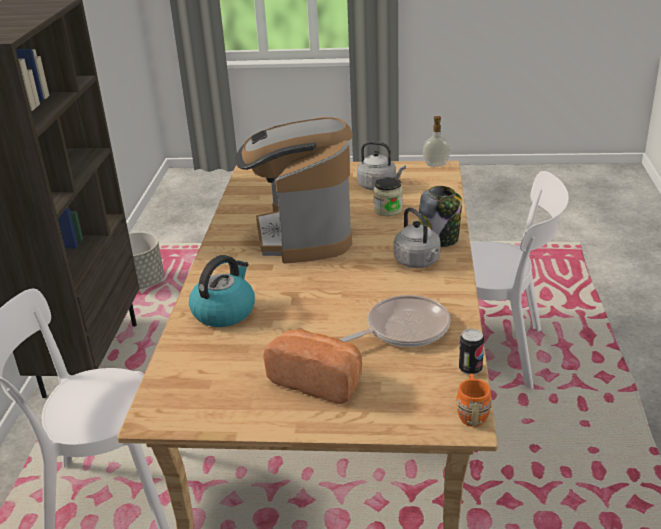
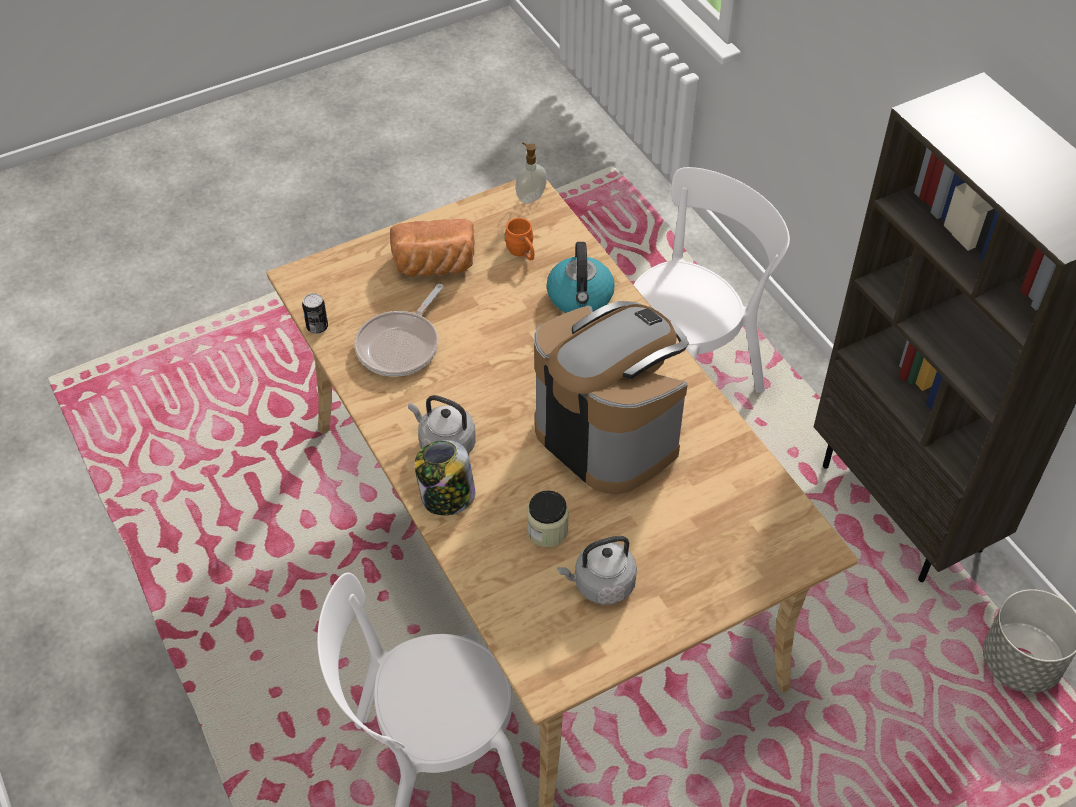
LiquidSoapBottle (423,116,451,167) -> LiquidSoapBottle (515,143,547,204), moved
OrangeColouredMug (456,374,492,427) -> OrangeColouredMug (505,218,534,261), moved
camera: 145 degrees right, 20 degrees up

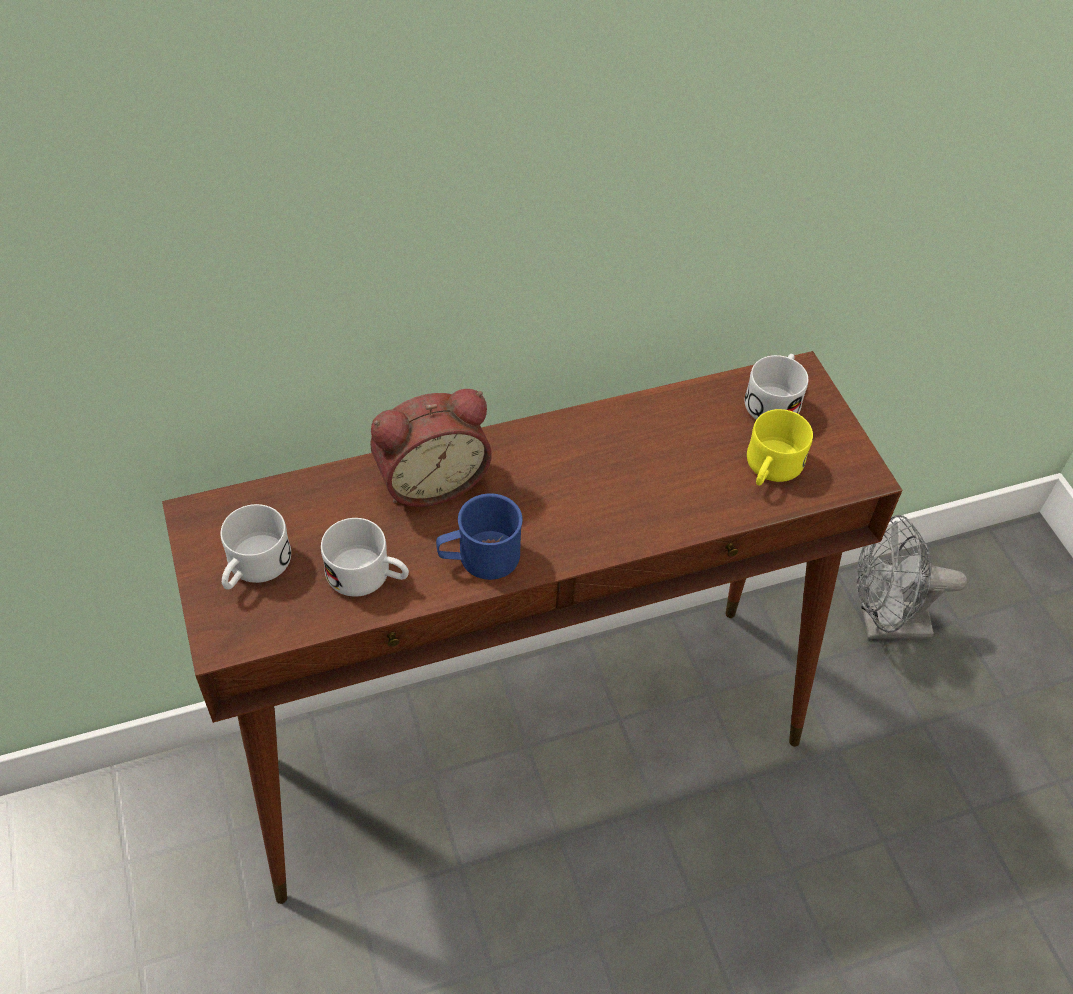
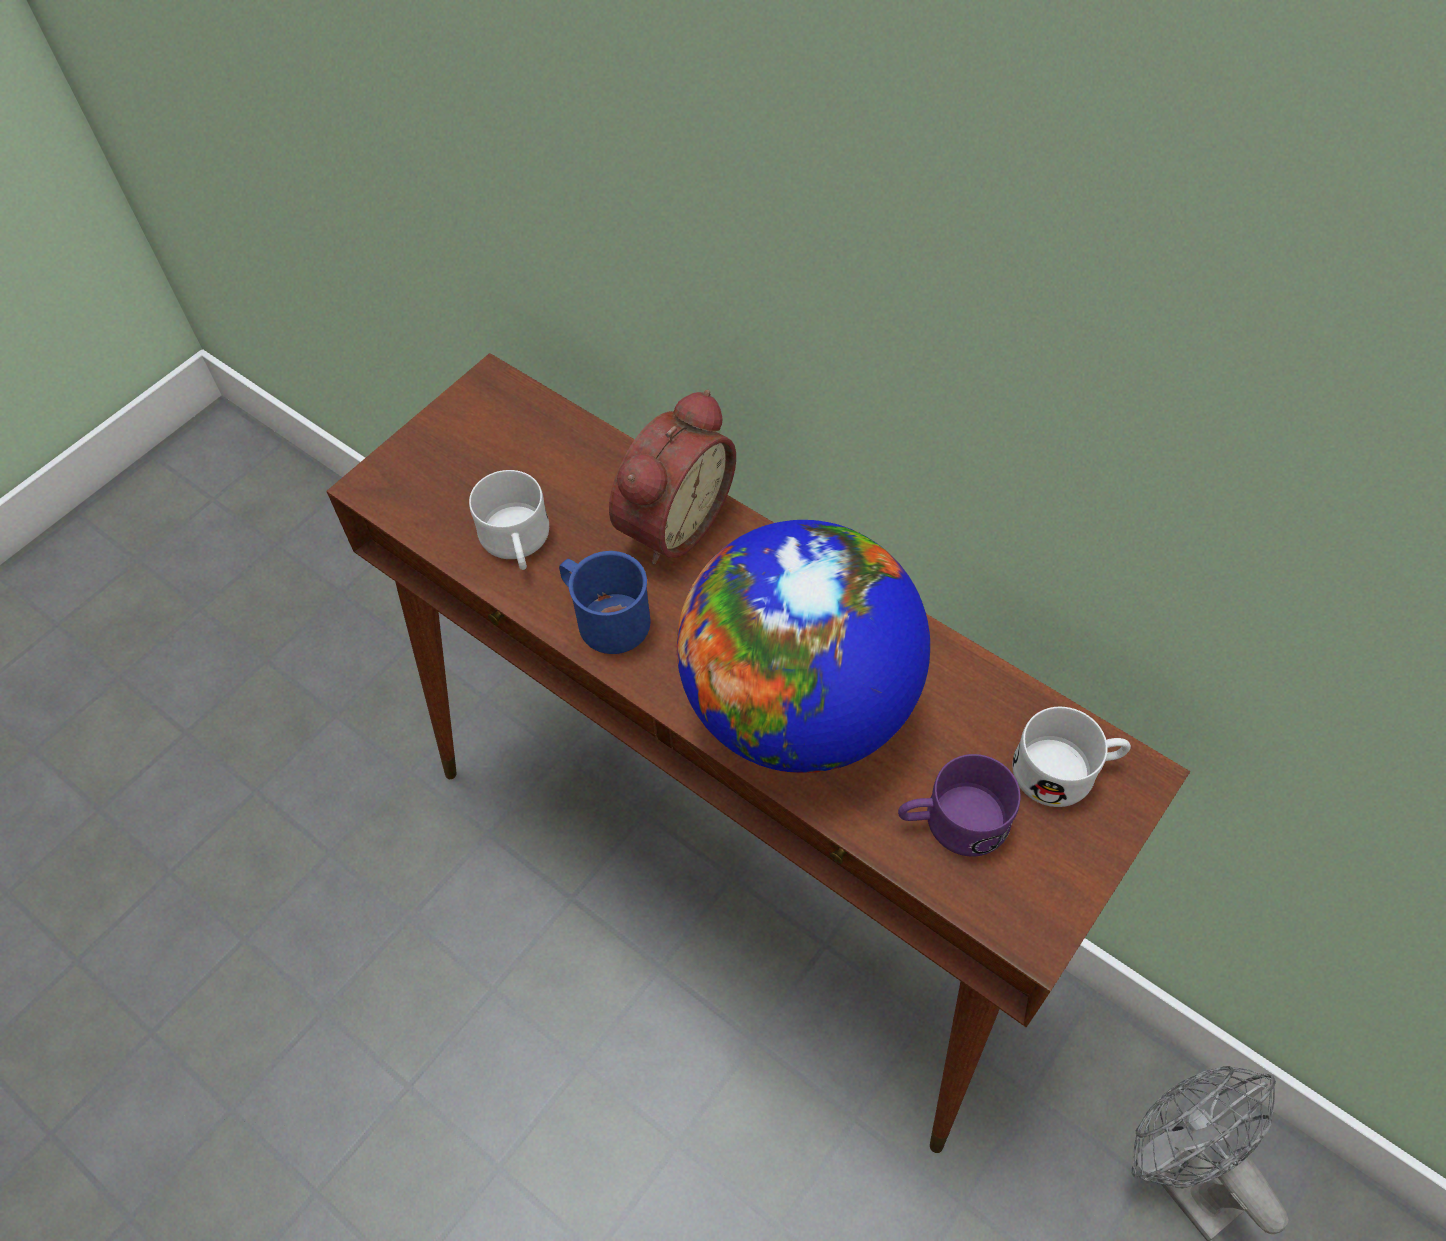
WhitishMug (221,504,291,590) -> none
none -> WorldGlobe (677,520,930,773)
YellowColouredMug (747,409,813,486) -> PurpleColouredMug (898,754,1020,857)
BedsideClock (370,389,492,507) -> BedsideClock (609,389,736,565), 90 degrees counterclockwise
camera: 60 degrees right, 5 degrees up

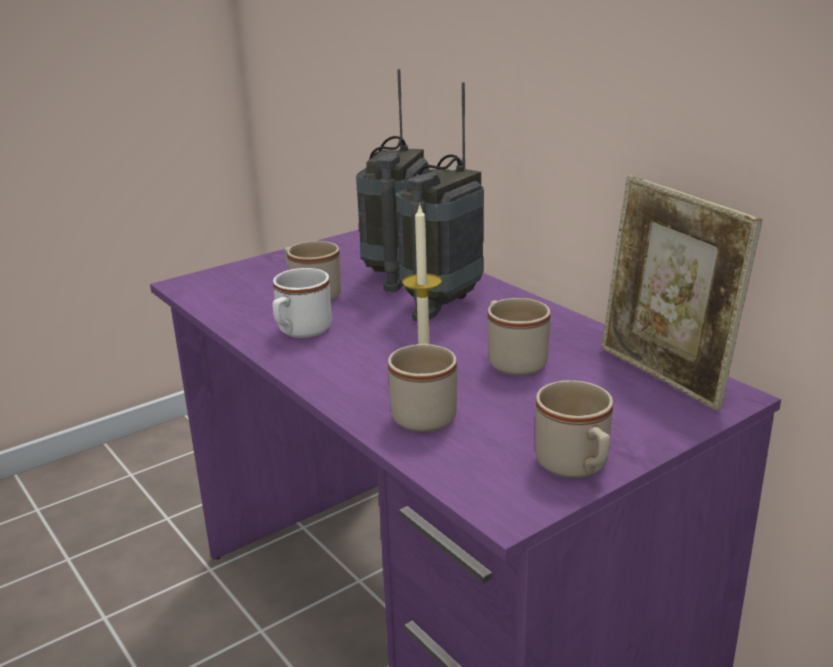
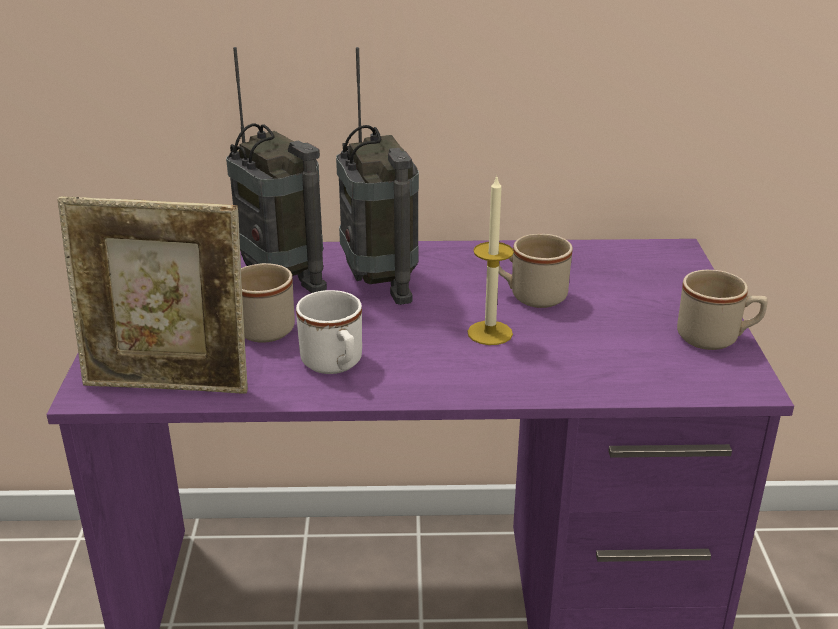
BeigeColouredMug (388,343,457,432) -> none
PhotoFrame (601,175,762,411) -> PhotoFrame (57,196,248,393), moved
camera: 55 degrees left, 5 degrees up

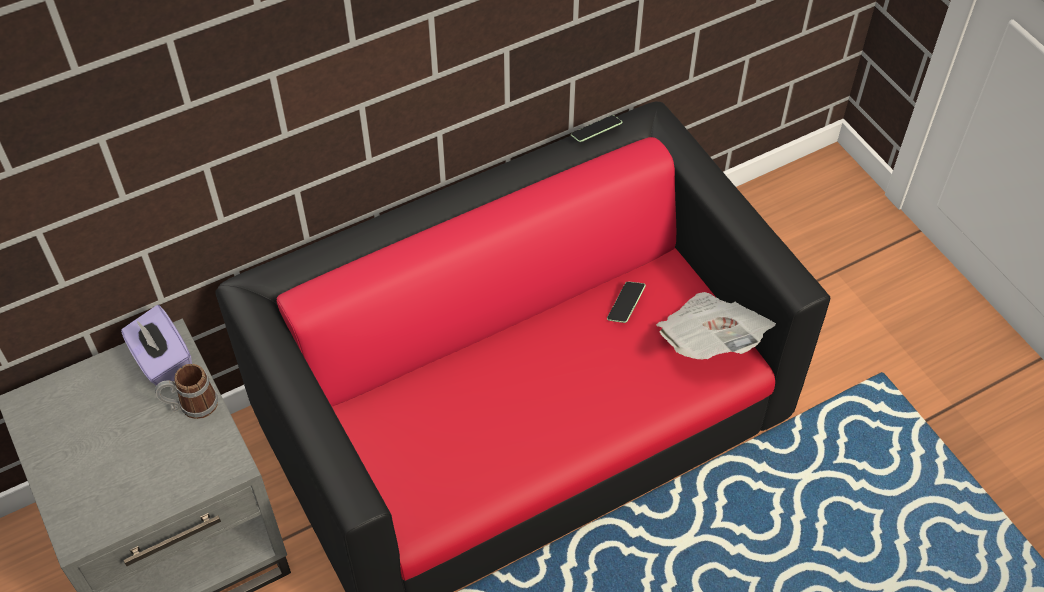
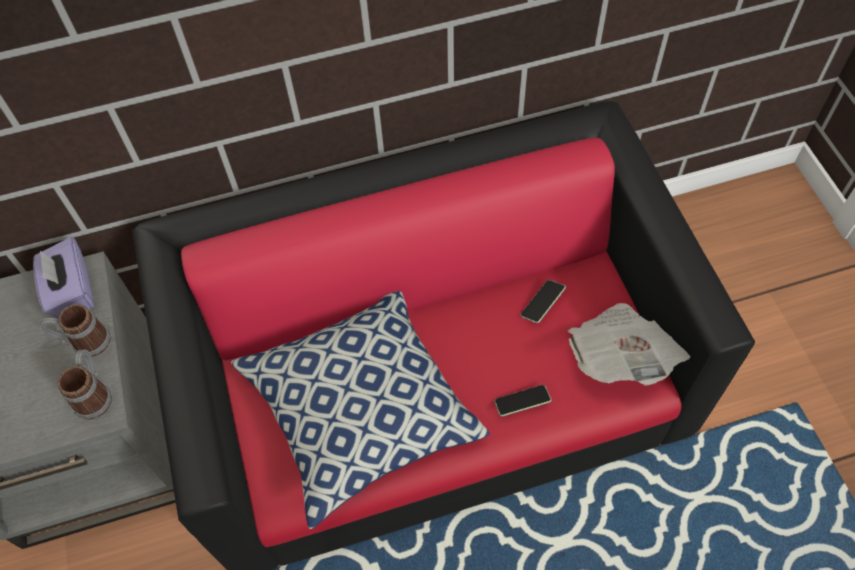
none -> Mug (58,350,112,420)
none -> ThrowPillow (231,291,490,529)
Handset (571,115,623,142) -> Handset (494,385,551,416), moved
camera: 15 degrees right, 5 degrees up

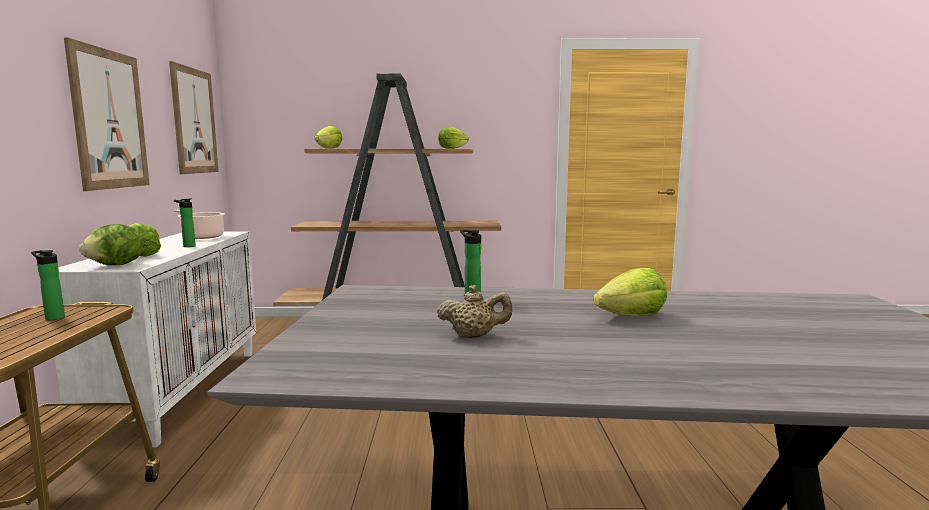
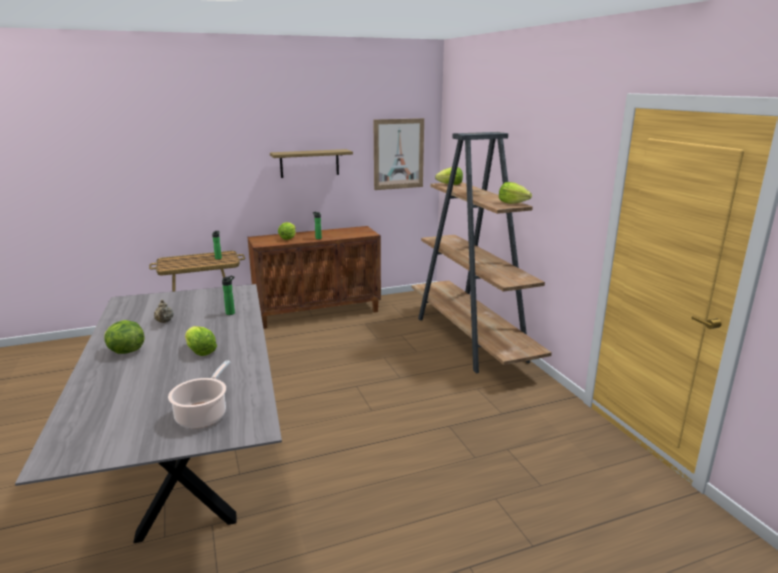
Lettuce (79,224,143,265) -> Lettuce (104,320,145,354), moved
CookingPot (173,210,224,239) -> CookingPot (168,360,230,428), moved
WallPicture (64,37,150,191) -> Shelf (270,149,353,178)
WhitishCupboard (54,232,256,448) -> BrownColouredCupboard (248,226,381,329)
camera: 70 degrees right, 10 degrees up

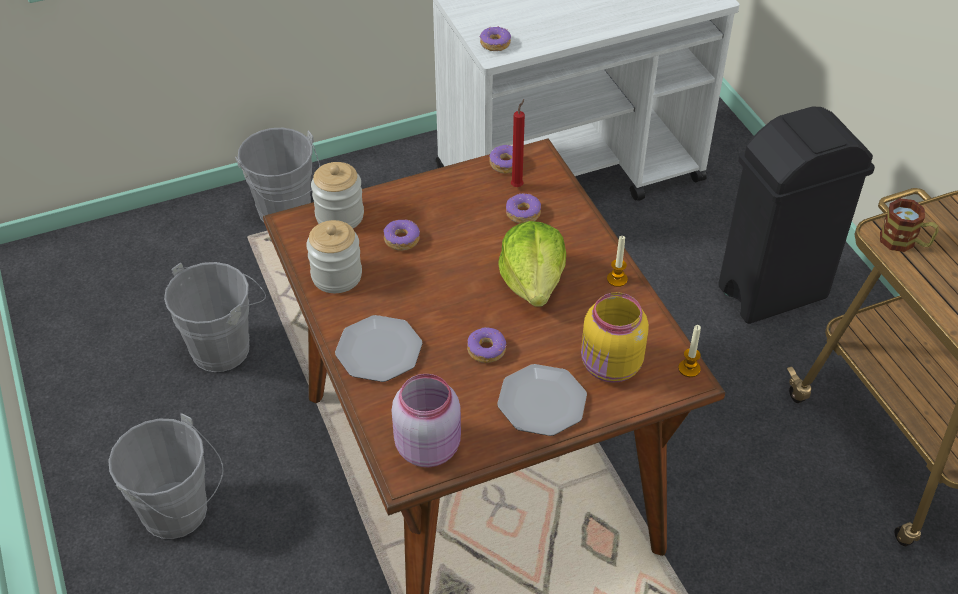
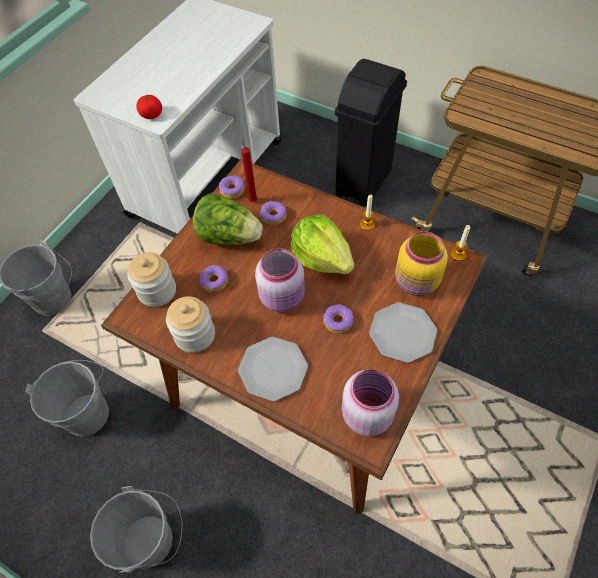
Mug (880,198,939,252) -> none
none -> Lettuce (193,193,263,245)
none -> PinkColouredStorageJar (255,248,305,312)
Doughnut (480,26,511,51) -> WholeTomato (136,95,162,119)
camera: 35 degrees left, 10 degrees up

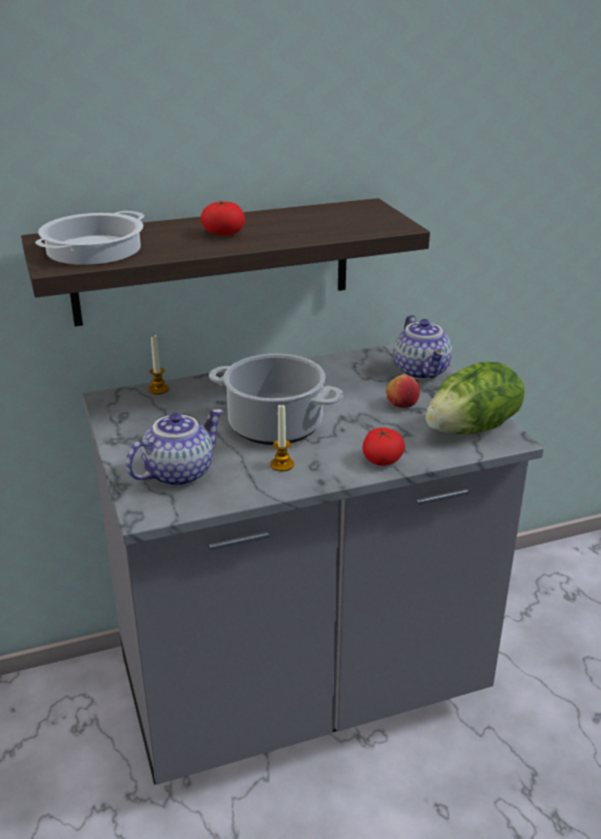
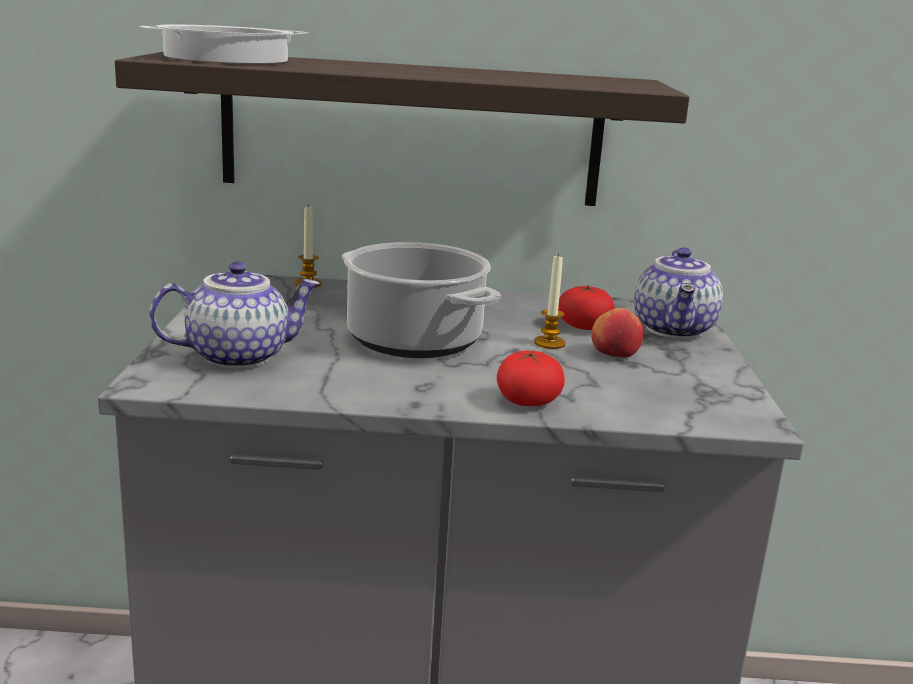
Lettuce (425,361,525,434) -> none
WholeTomato (201,201,245,236) -> WholeTomato (558,285,615,330), moved
WaxCandle (270,403,294,471) -> WaxCandle (534,253,566,349), moved
camera: 20 degrees right, 10 degrees down

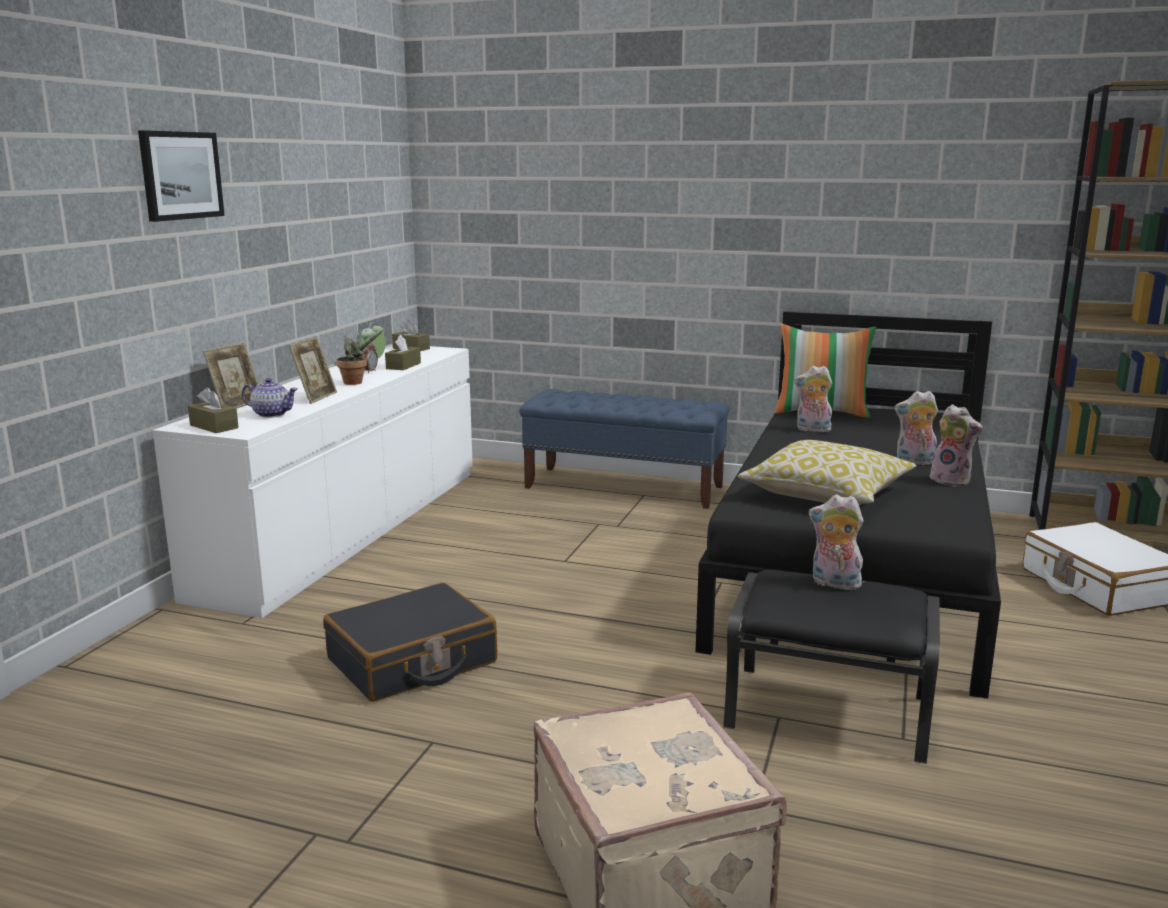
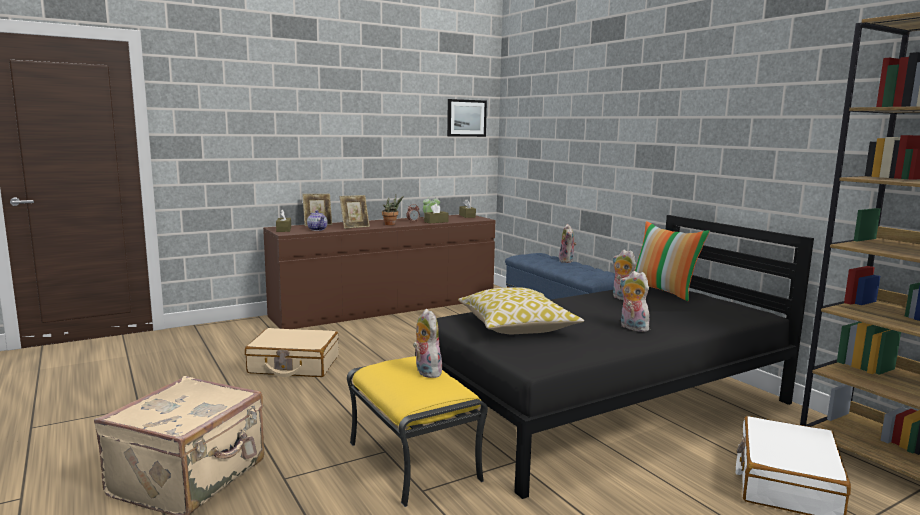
WallPicture (138,130,225,222) -> WallPicture (447,99,487,137), moved
CuddlyToy (929,404,983,487) -> CuddlyToy (559,224,576,263), moved
WhitishDrawerChest (153,346,473,618) -> BrownColouredDrawerChest (263,215,495,329)
BlackishPieceOfLuggage (323,583,497,702) -> BeigeColouredPieceOfLuggage (245,328,339,377)
BlackishPouffe (723,570,940,764) -> YellowColouredPouffe (347,356,488,507)
camera: 40 degrees right, 5 degrees down

